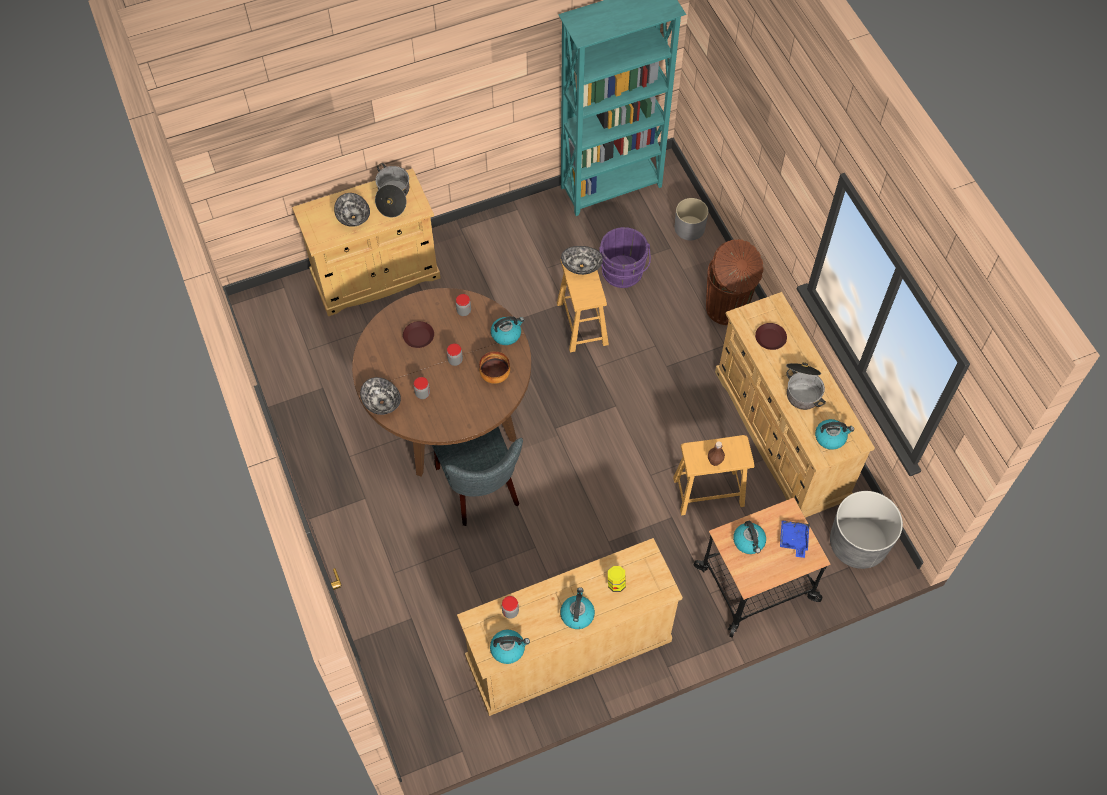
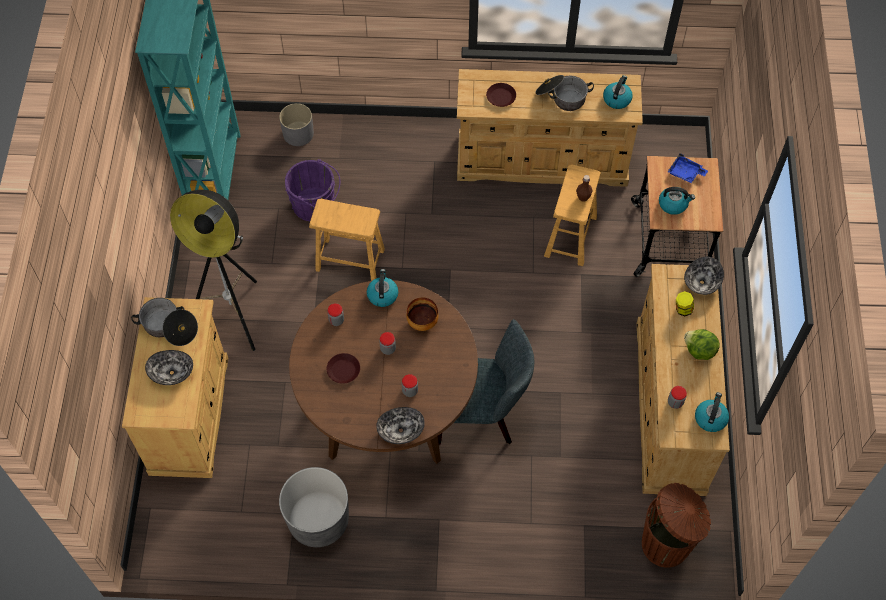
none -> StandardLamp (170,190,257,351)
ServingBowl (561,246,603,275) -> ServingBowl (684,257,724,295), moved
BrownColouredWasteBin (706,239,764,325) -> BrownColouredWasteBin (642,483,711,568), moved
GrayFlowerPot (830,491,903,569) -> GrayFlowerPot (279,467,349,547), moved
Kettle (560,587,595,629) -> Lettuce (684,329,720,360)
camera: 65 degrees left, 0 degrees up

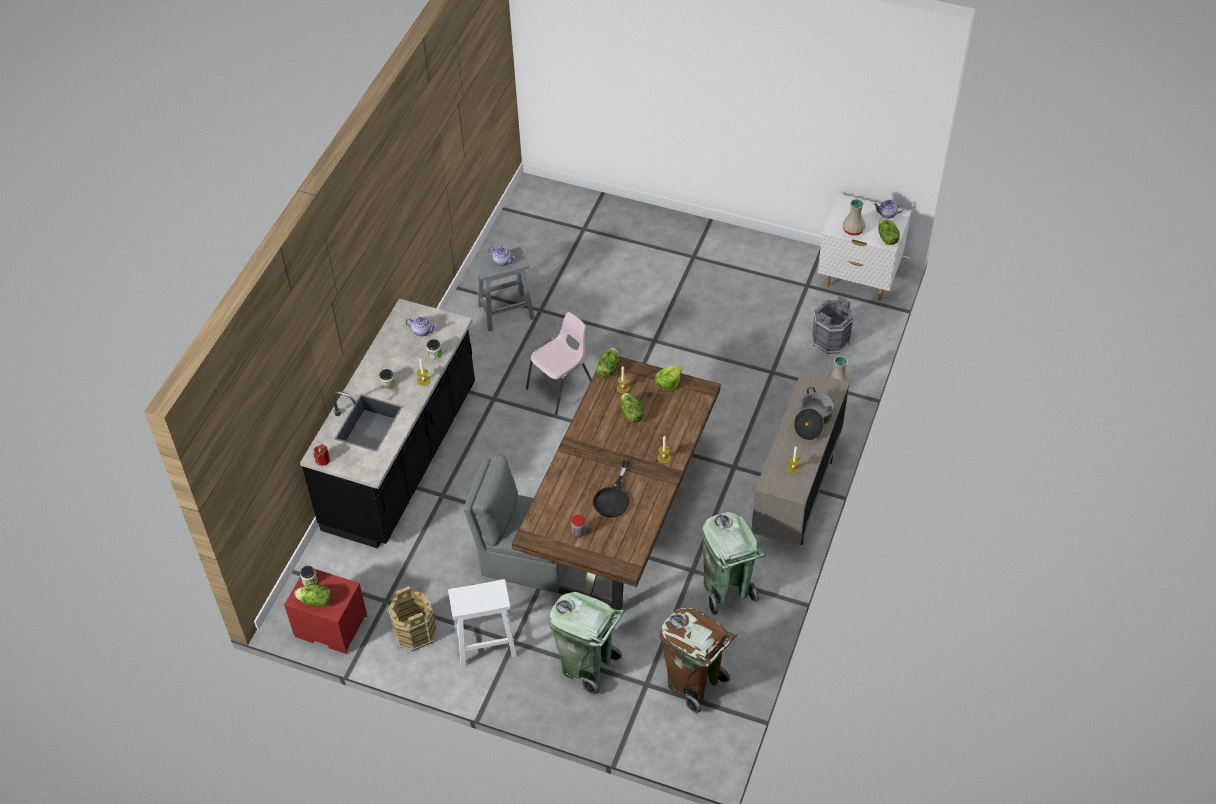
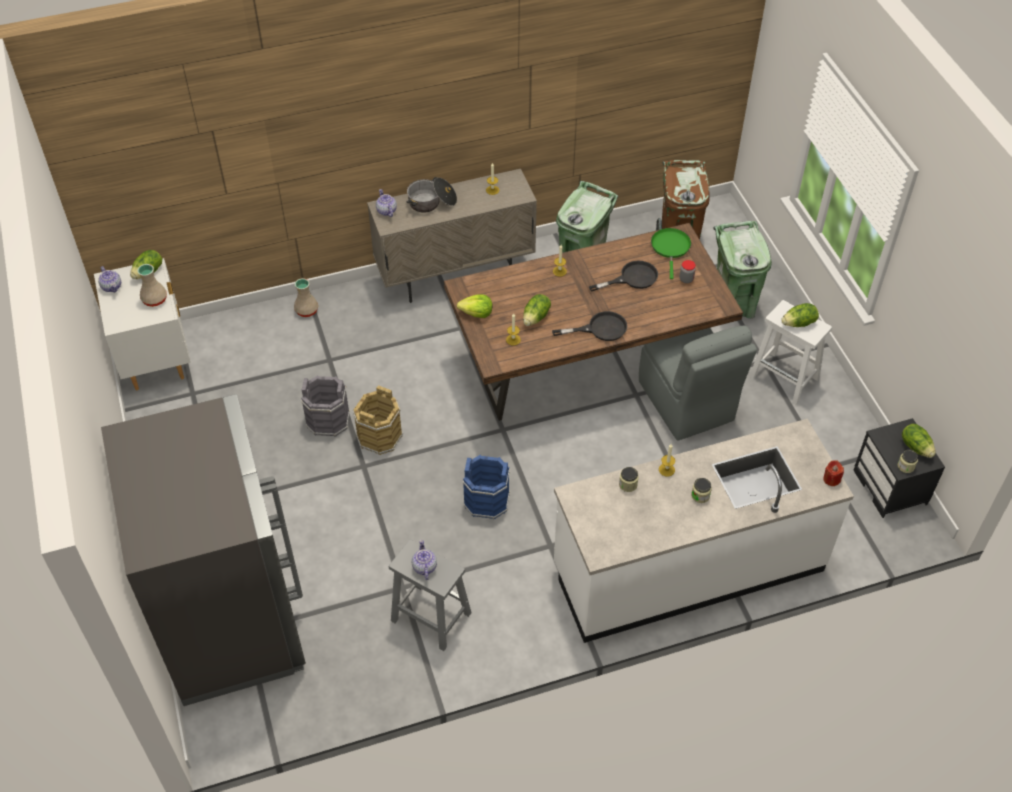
none -> GrayKitchenFridge (101,394,306,706)
none -> BlackishFryingPan (552,311,627,341)
none -> GreenColouredFryingPan (651,228,691,279)
BrownColouredPail (387,586,438,651) -> BrownColouredPail (353,385,403,455), moved
TeaPot (405,316,436,336) -> TeaPot (376,189,397,217), moved
Lettuce (596,348,619,377) -> Lettuce (781,303,819,327), moved
GrayPail (811,296,854,354) -> GrayPail (301,375,350,436), moved
PinkColouredUprightChair (526,312,592,415) -> BluishPail (463,455,510,519)
ReddishNightstand (284,569,367,654) -> BlackishNightstand (854,418,945,518)
BlackishKitchenCounter (300,299,475,548) -> WhitishKitchenCounter (554,419,854,643)
camera: 130 degrees left, 0 degrees up

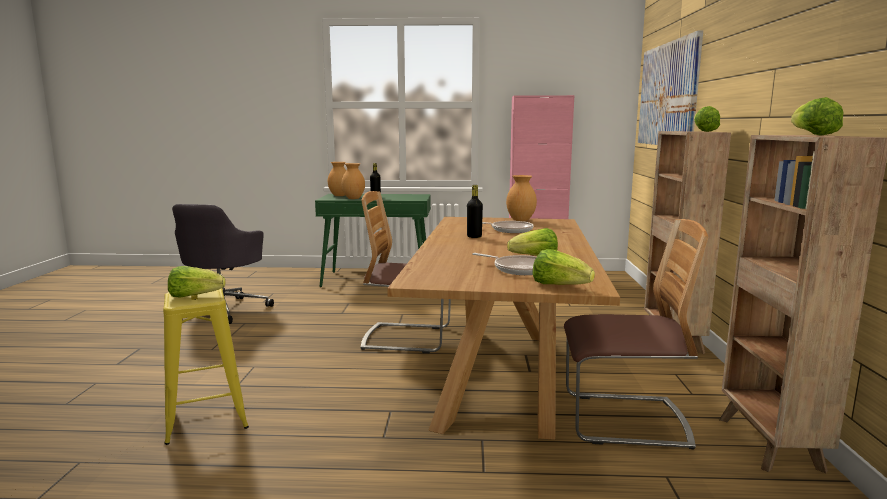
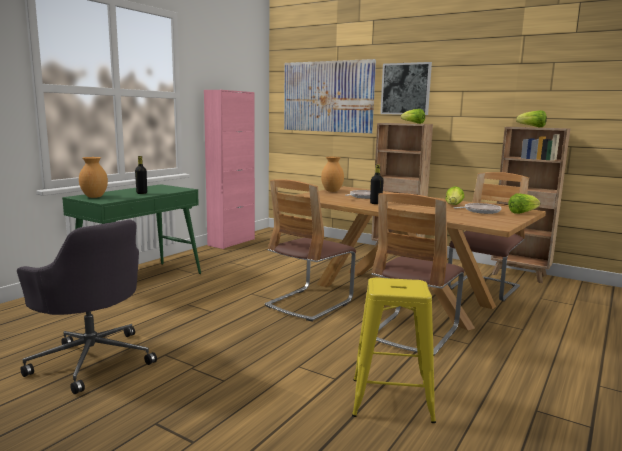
Lettuce (168,266,225,298) -> none
BrownColouredDecorativeVase (341,163,365,199) -> none
none -> UprightChair (372,193,464,355)
none -> WallPicture (380,62,432,115)
camera: 60 degrees left, 0 degrees up

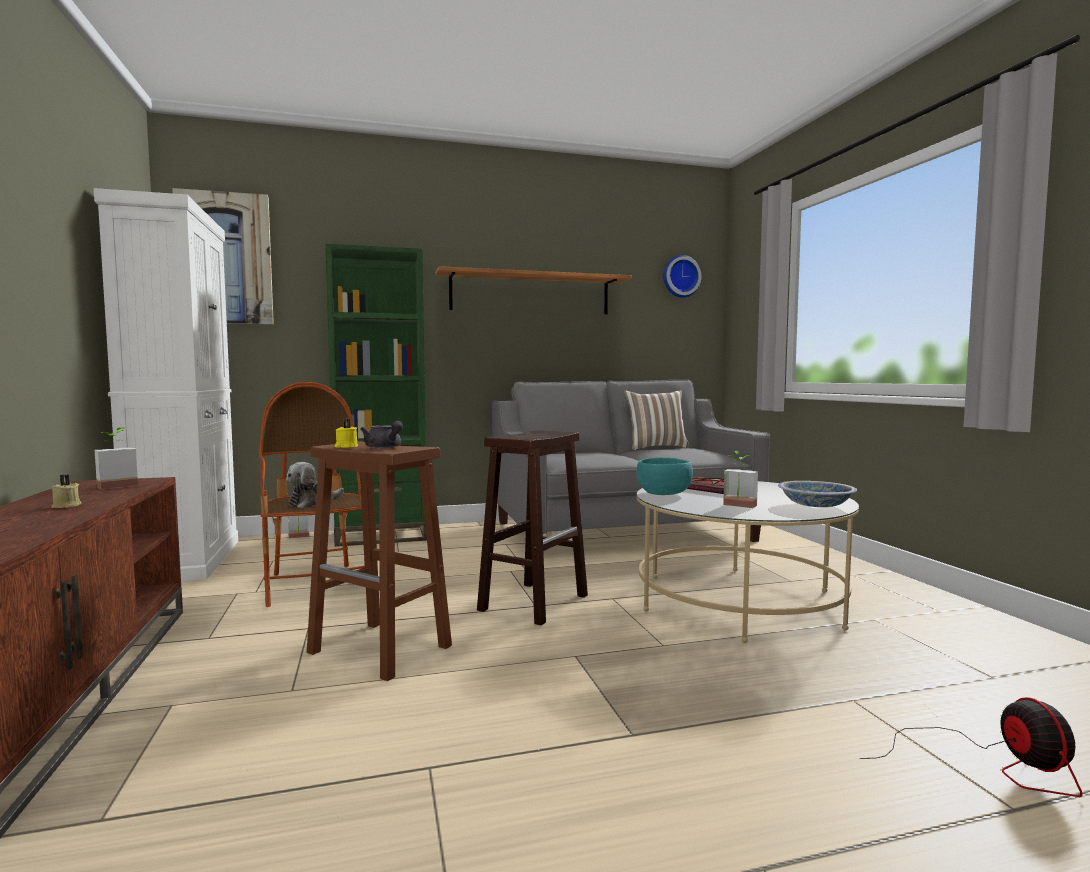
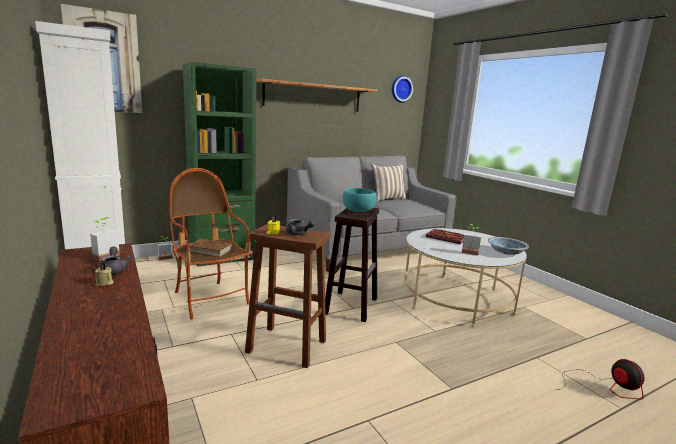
none -> GrayTeaPot (98,247,131,275)
TurquoiseServingBowl (637,458,693,495) -> TurquoiseServingBowl (343,188,377,212), moved
CuddlyToy (286,462,344,508) -> BrownColouredBoundBook (189,239,233,257)
camera: 15 degrees left, 10 degrees up

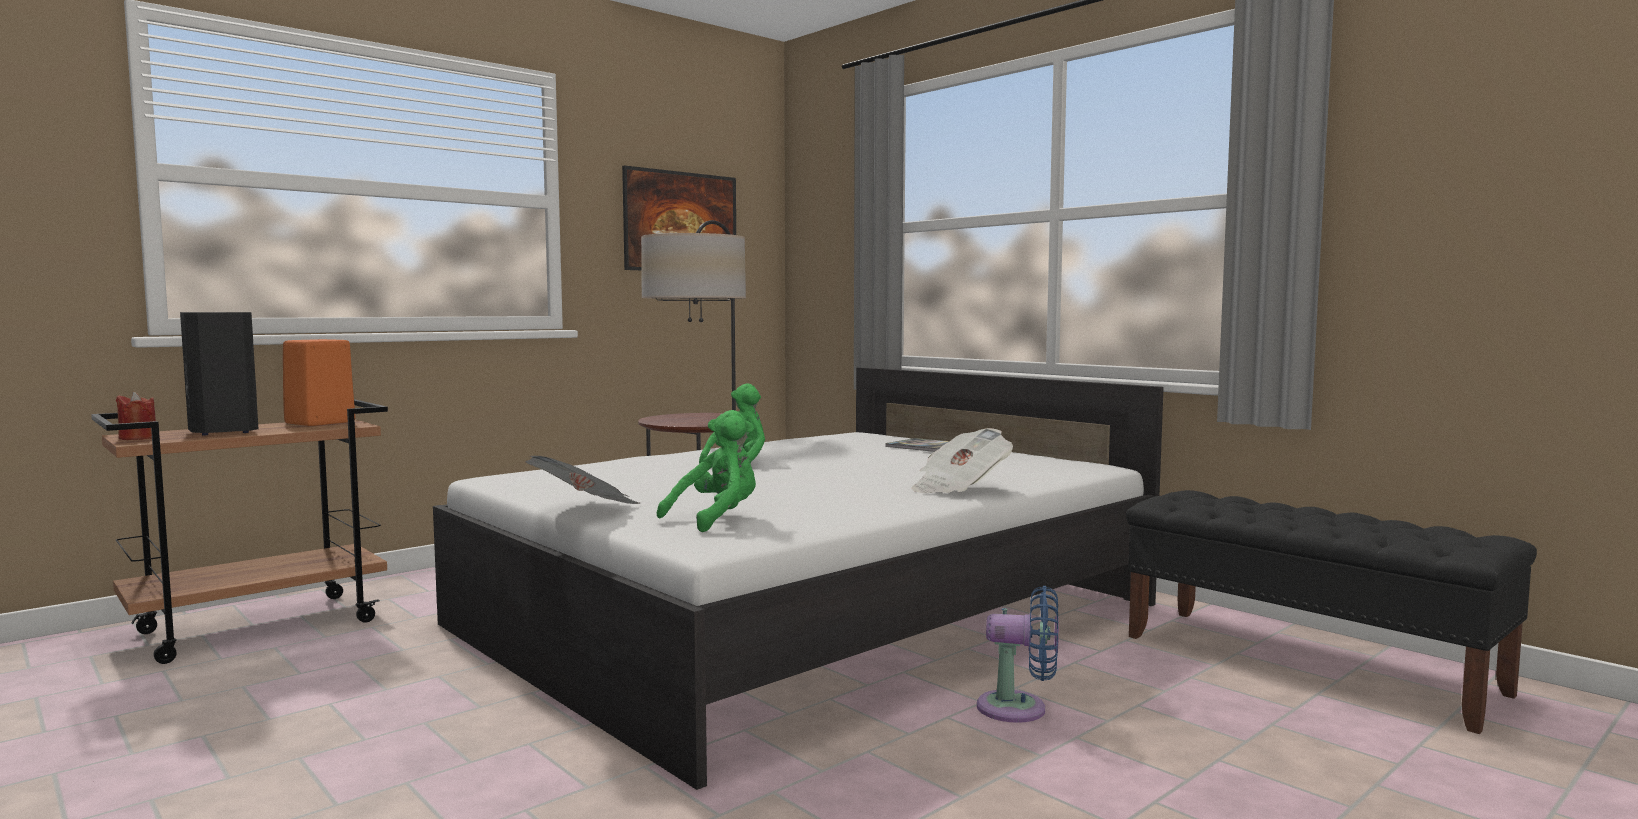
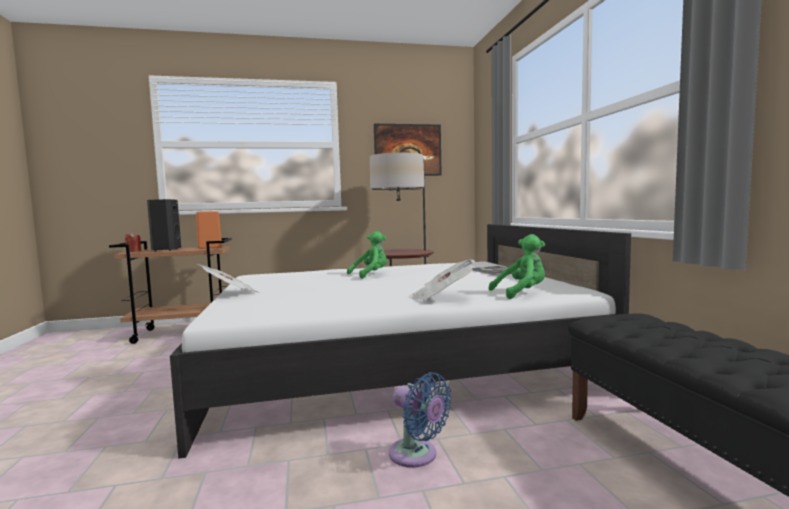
GreenColouredCuddlyToy (657,410,756,532) -> GreenColouredCuddlyToy (489,234,545,299), moved
camera: 30 degrees right, 0 degrees up

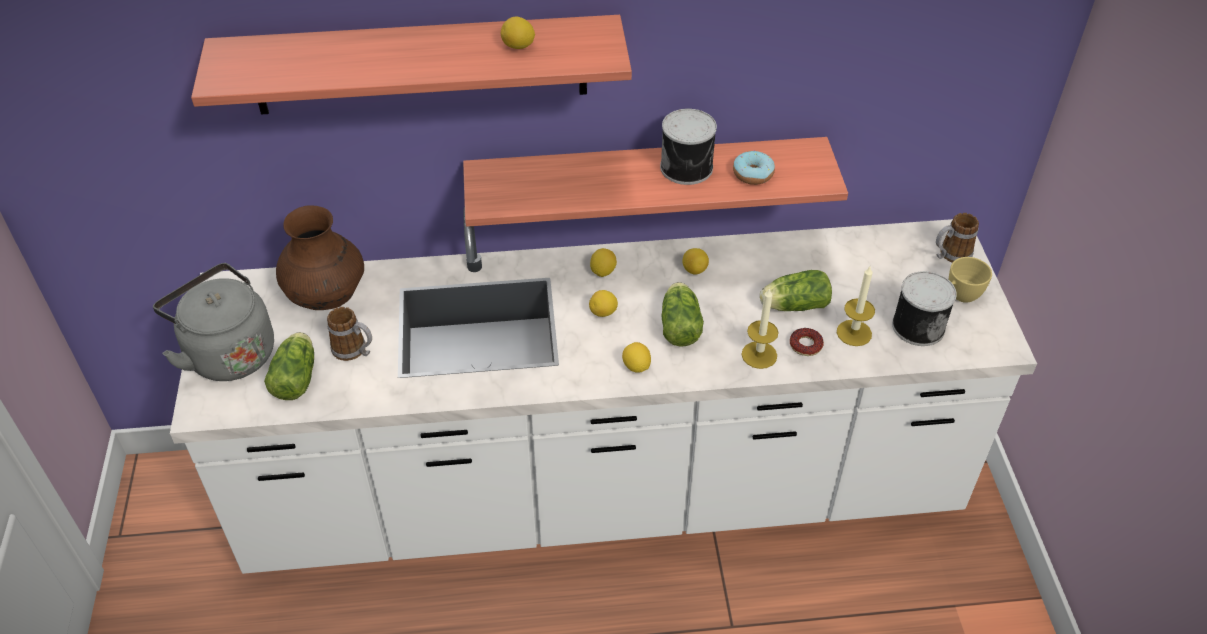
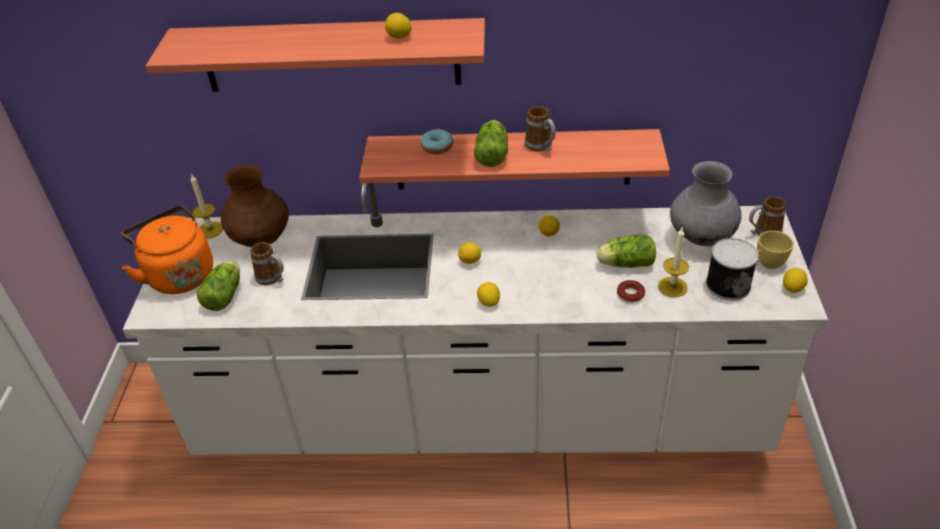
none -> GrayDecorativeVase (670,161,742,246)
CitrusFruit (590,248,617,277) -> CitrusFruit (783,268,808,293), moved
Lettuce (661,282,704,347) -> Lettuce (474,120,508,167), moved
Doughnut (733,150,775,185) -> Doughnut (421,129,453,154), moved
WaxCandle (741,288,779,369) -> WaxCandle (191,175,223,239), moved
Can (660,109,717,185) -> Mug (525,106,556,151)
GrayKettle (153,263,274,381) -> OrangeColouredKettle (121,205,213,294)
camera: 10 degrees right, 5 degrees down

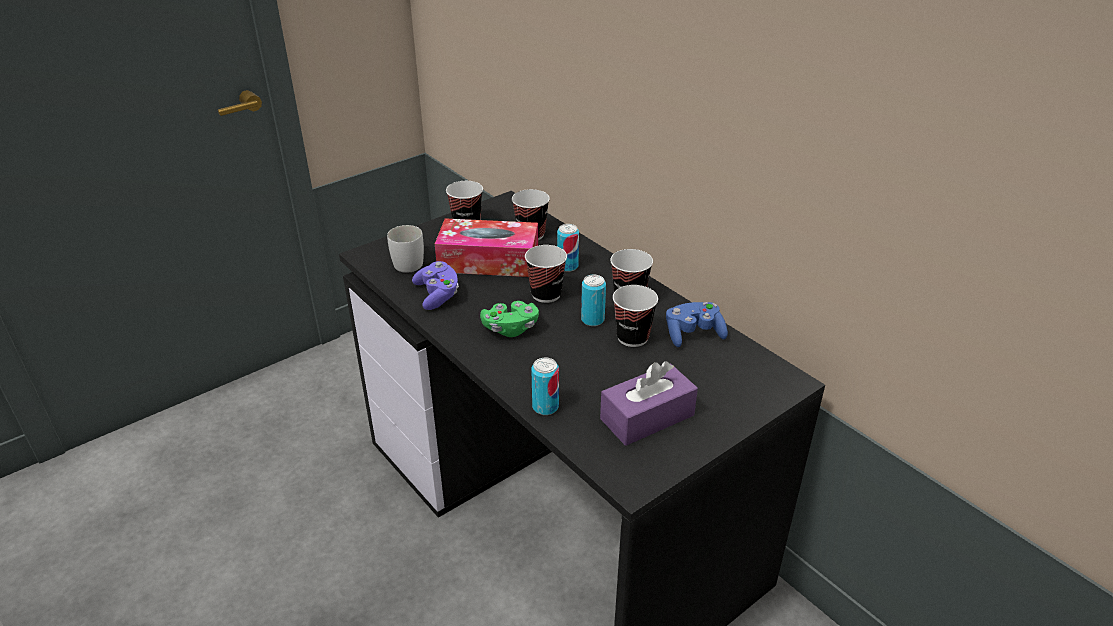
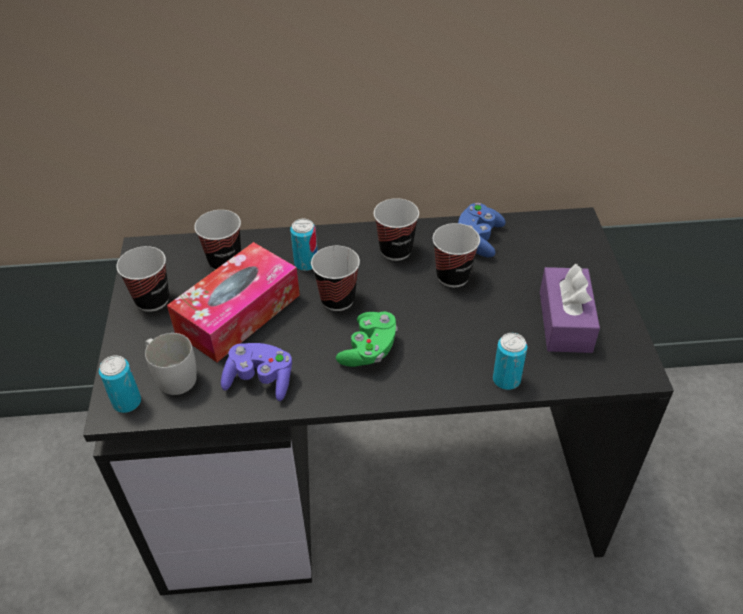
Can (581,275,606,326) -> Can (99,355,141,413), moved
camera: 55 degrees left, 10 degrees up

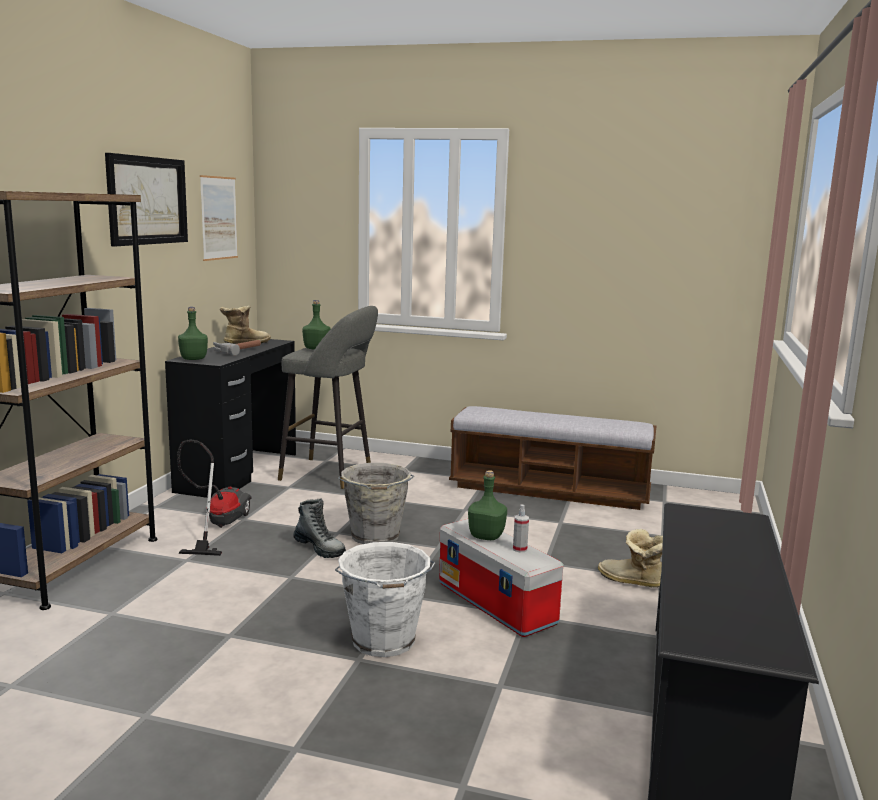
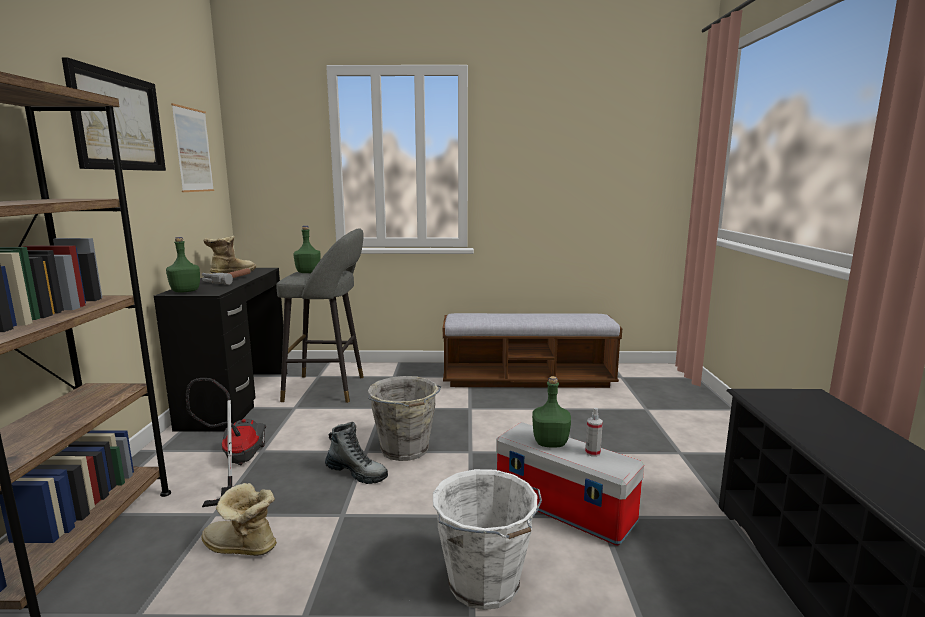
HighTopBoot (598,529,663,588) -> HighTopBoot (201,483,277,556), moved
camera: 15 degrees left, 0 degrees up

